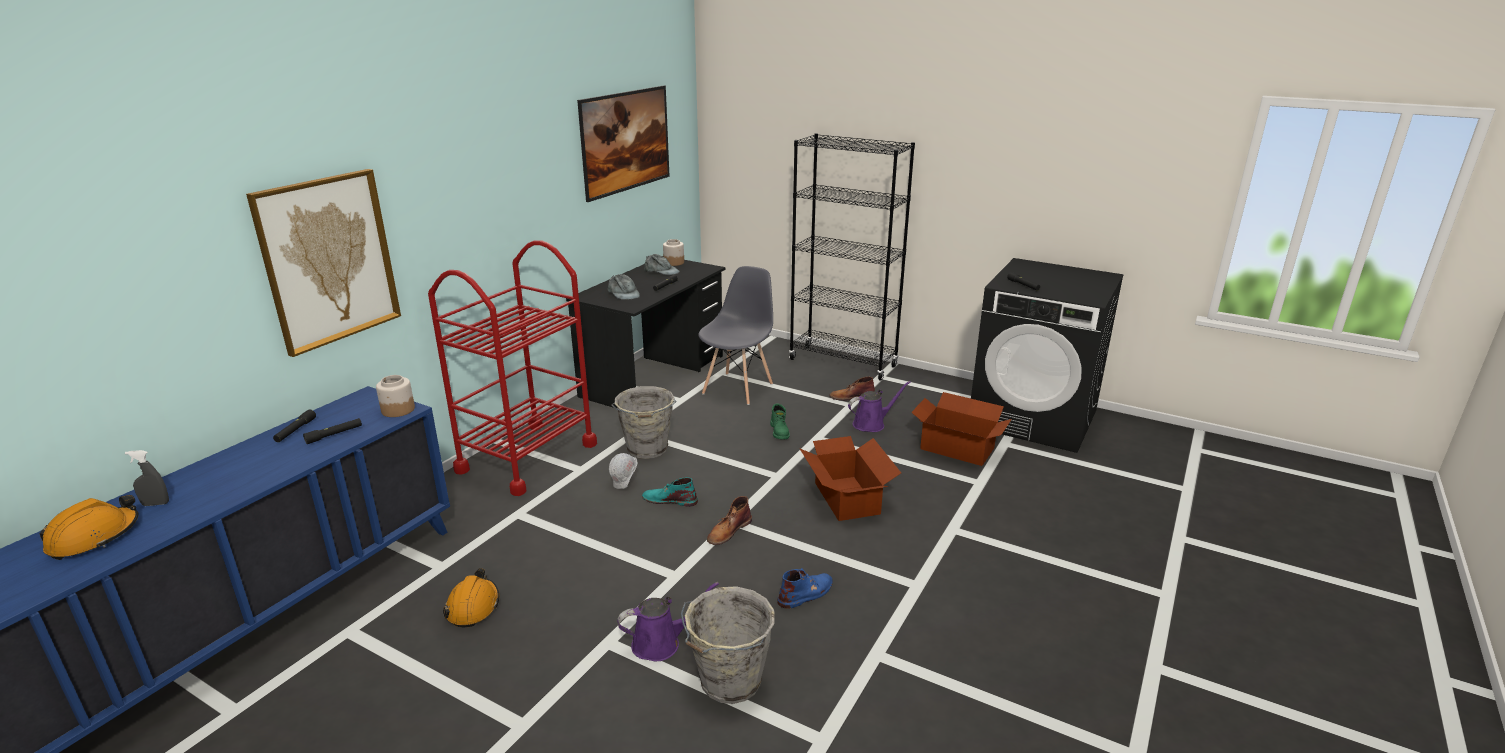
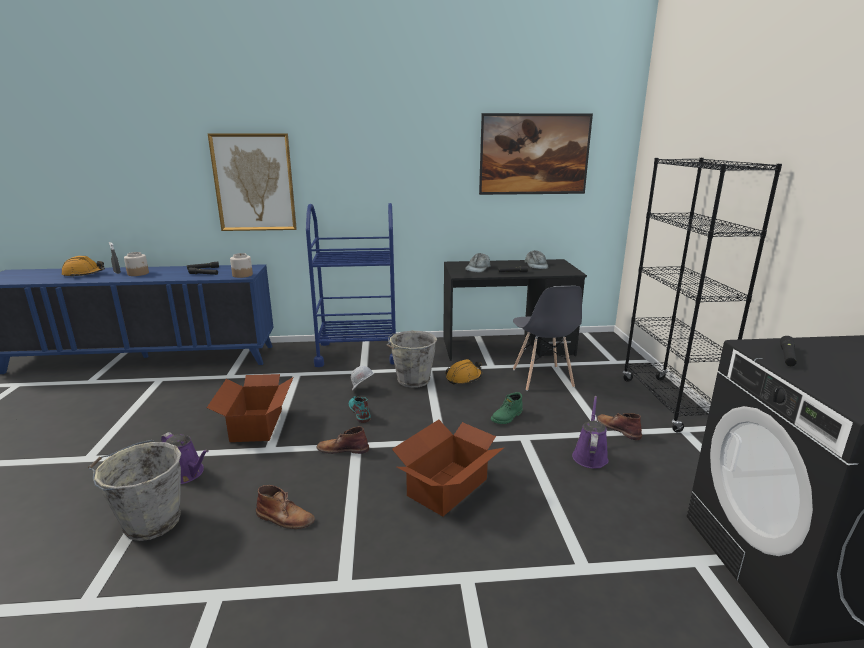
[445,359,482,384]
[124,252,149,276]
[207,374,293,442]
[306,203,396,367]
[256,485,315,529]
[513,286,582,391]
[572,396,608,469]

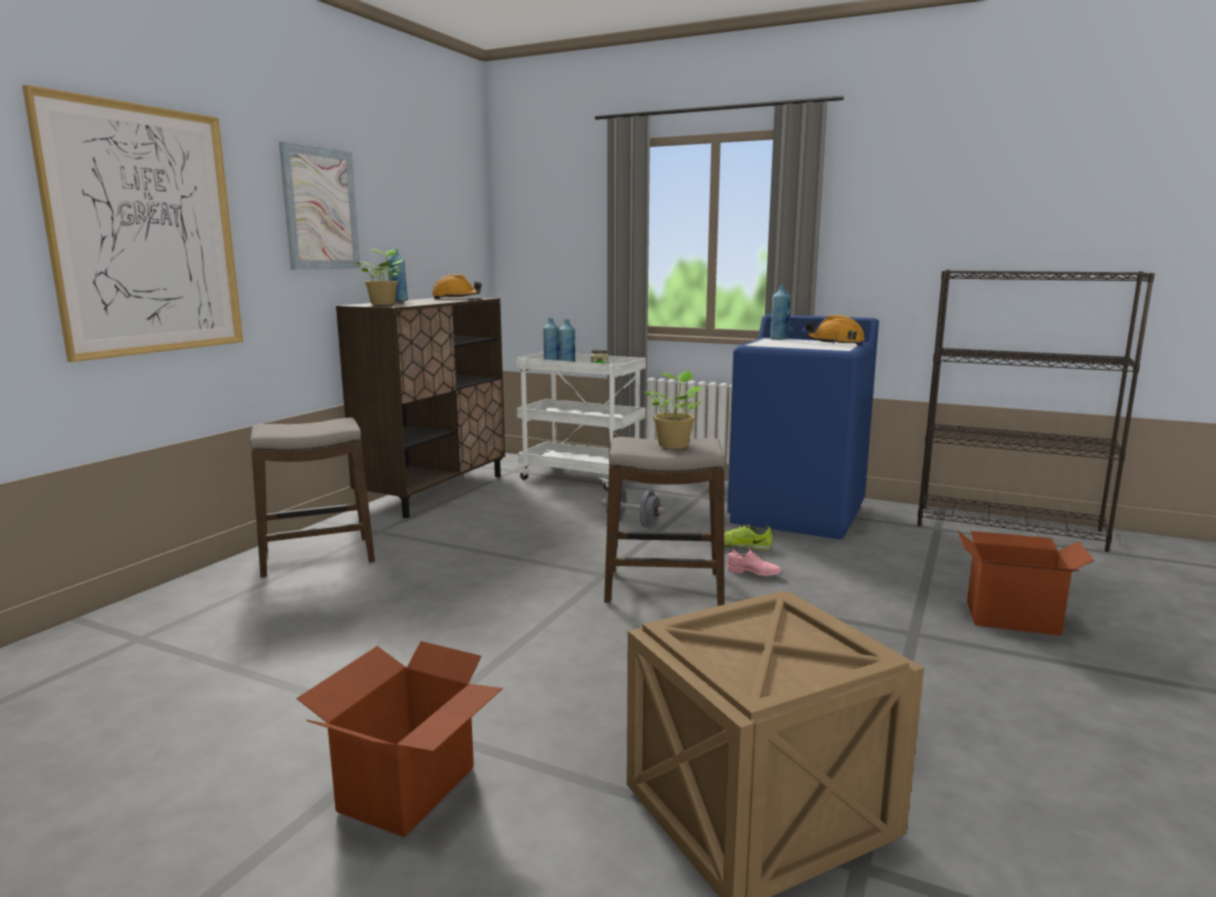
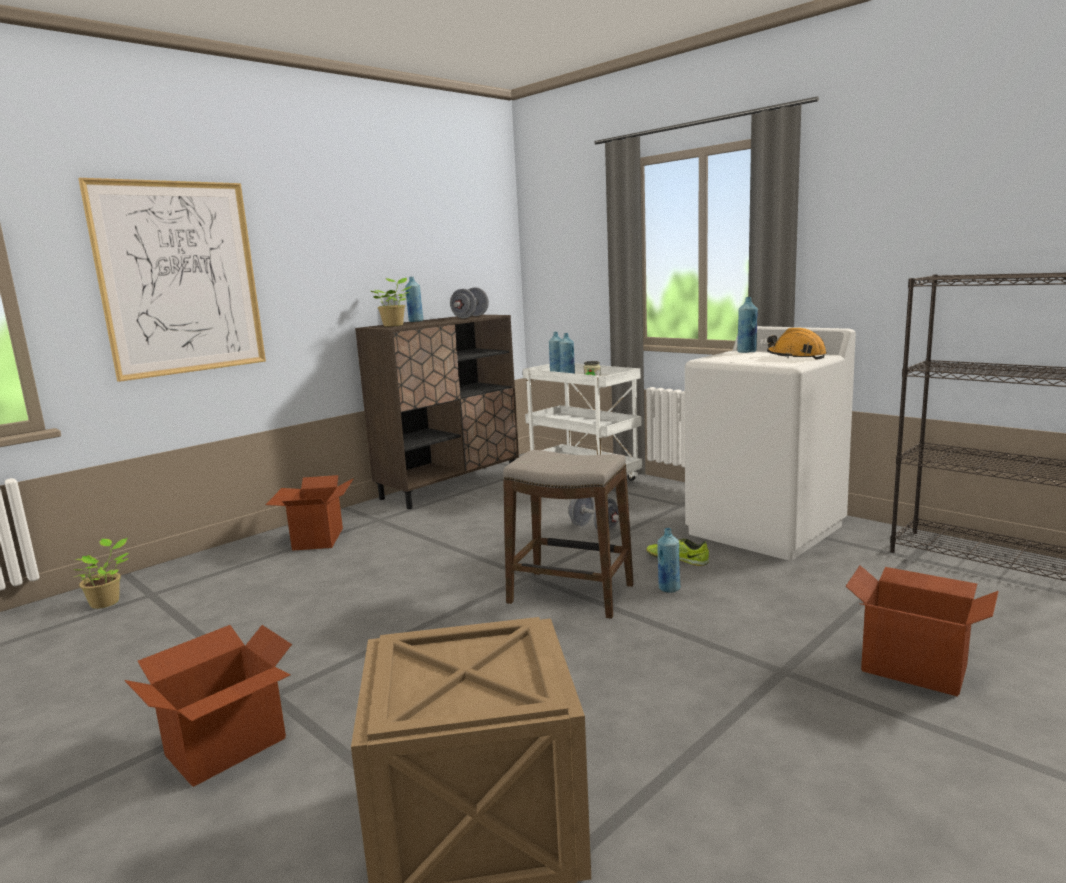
[279,142,360,270] (first image)
[74,538,129,609]
[266,475,354,551]
[450,287,489,318]
[657,528,681,593]
[685,326,856,560]

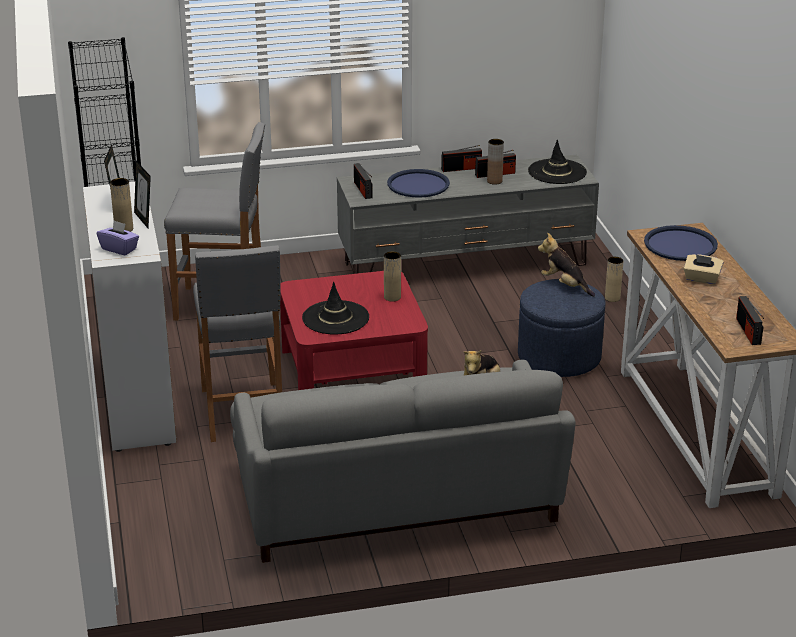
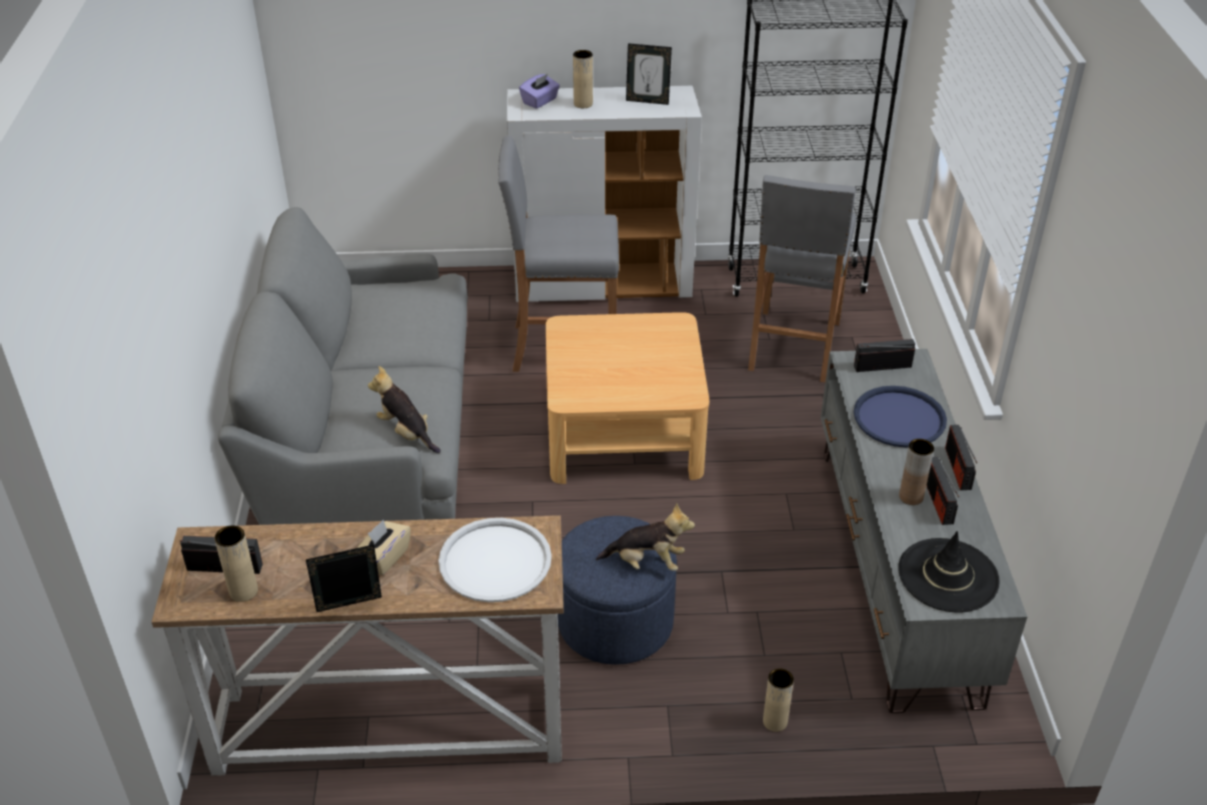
[302,282,369,335] (first image)
[306,545,382,612]
[214,525,258,602]
[546,312,709,484]
[438,518,552,602]
[596,503,695,571]

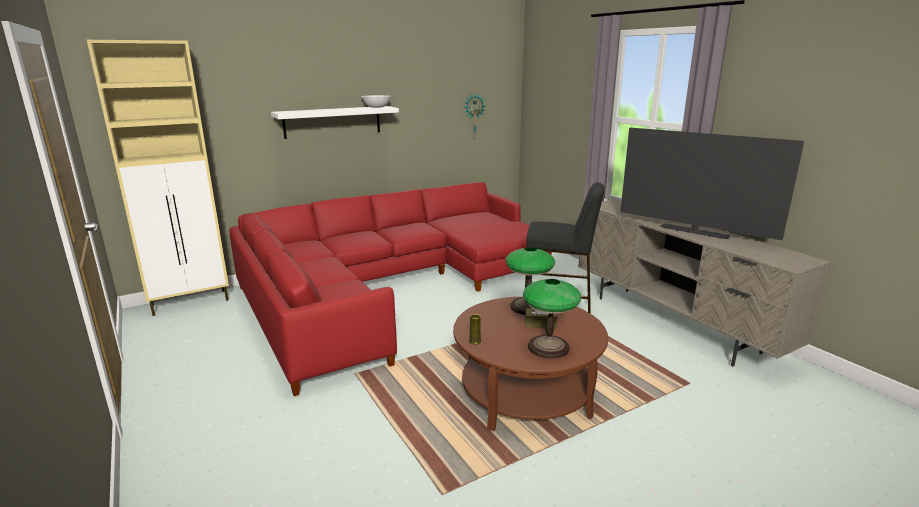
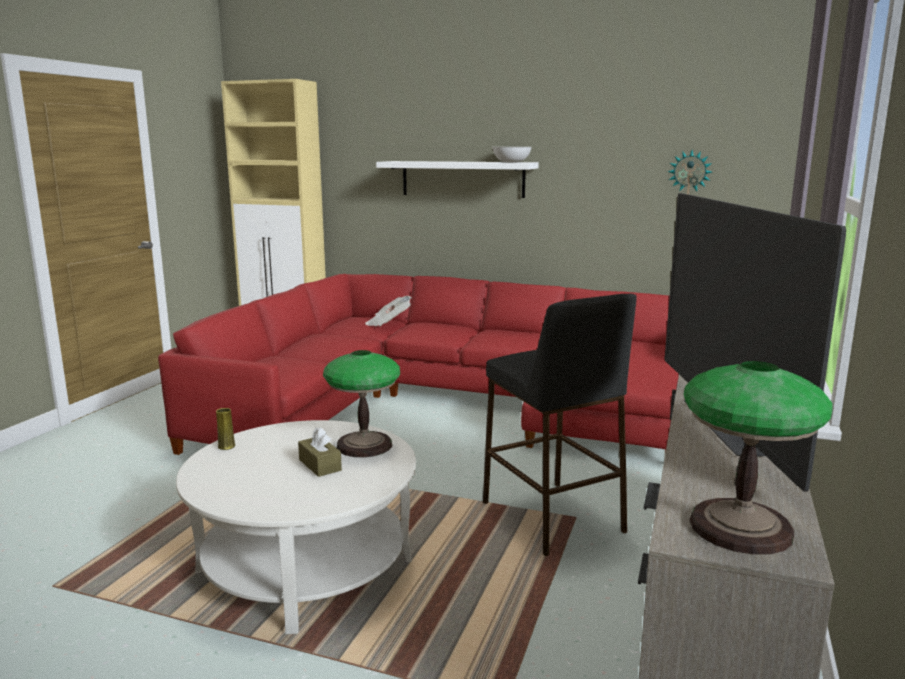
[365,296,412,326]
[684,361,833,555]
[176,420,416,634]

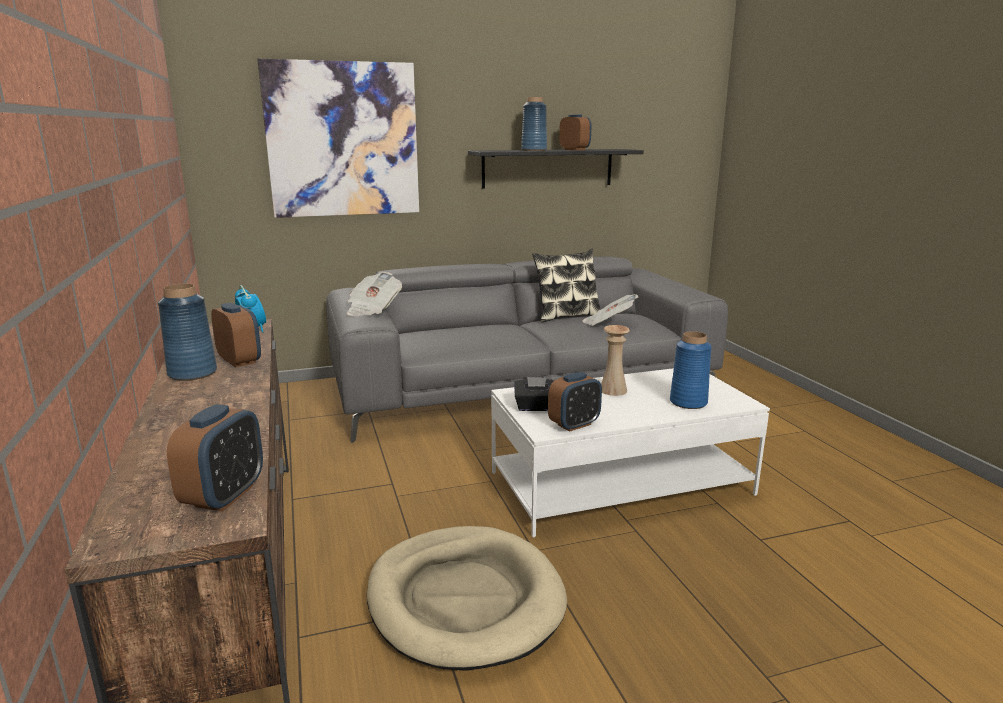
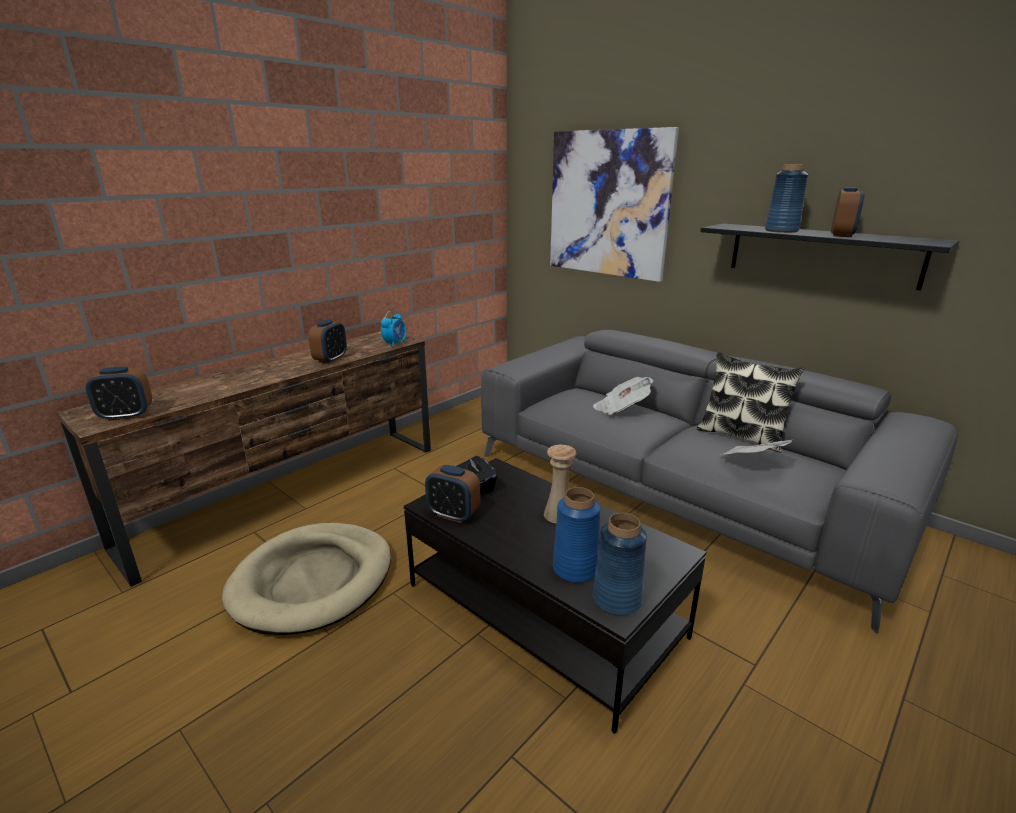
[593,513,647,616]
[593,377,654,415]
[404,458,706,734]

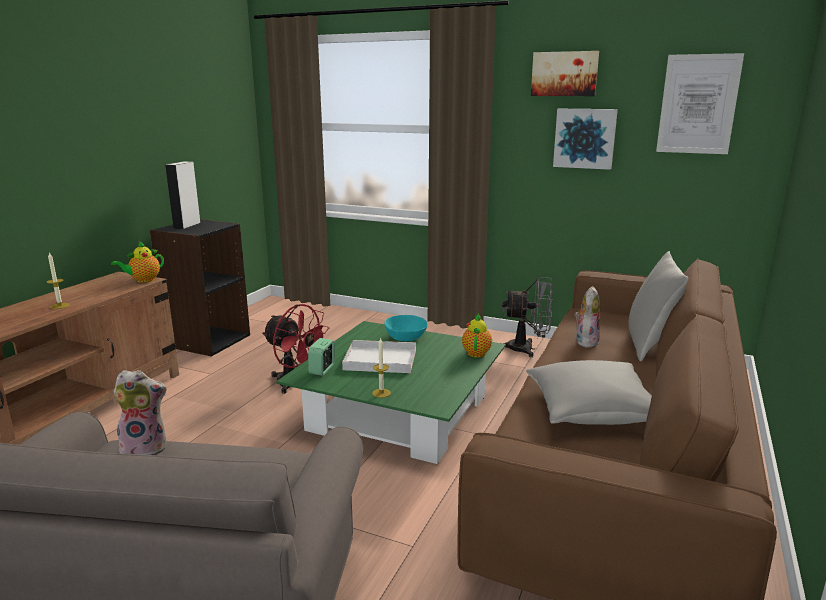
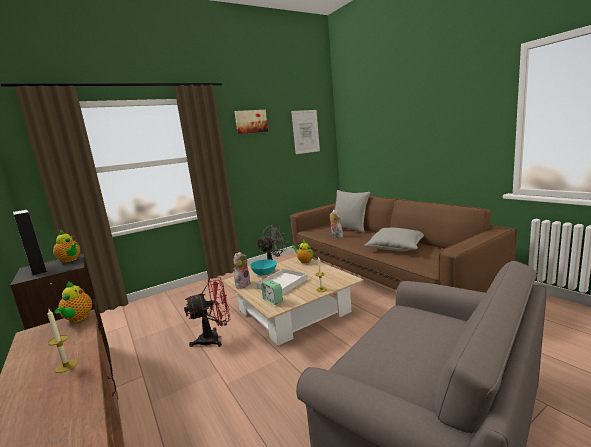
[553,109,618,170] (first image)
[53,230,80,263]
[233,252,251,289]
[223,257,364,346]

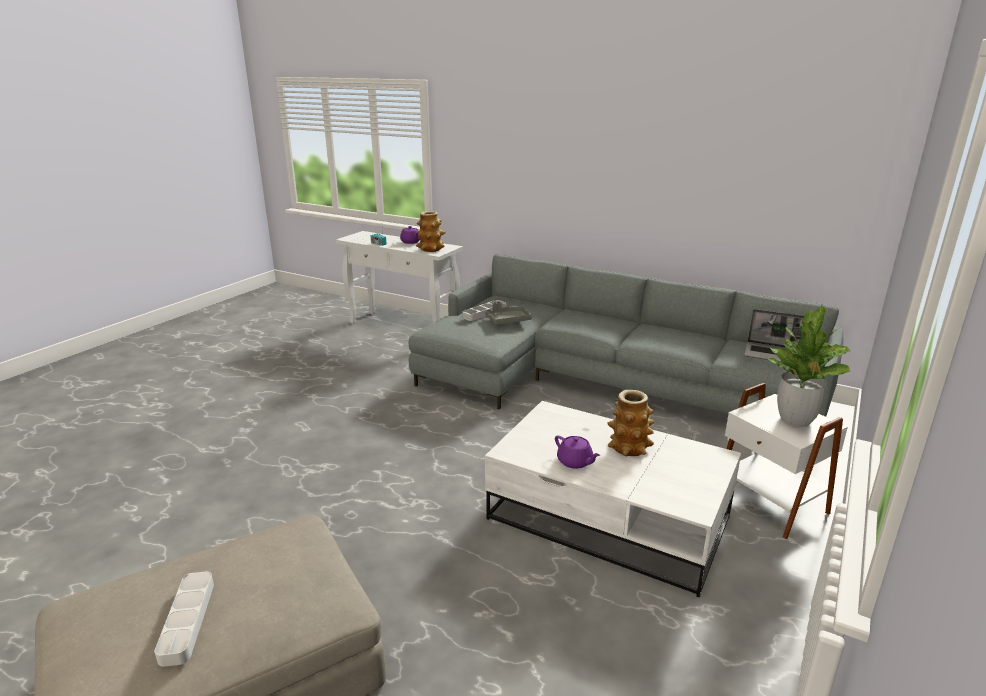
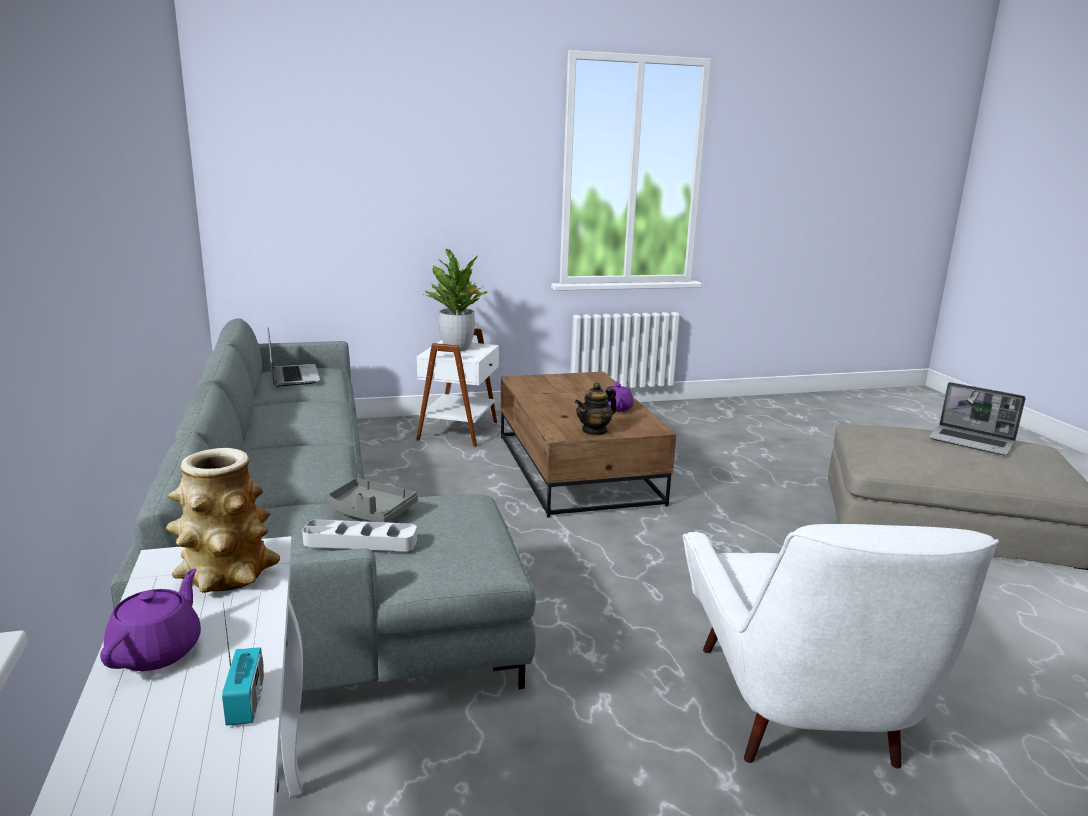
[607,390,654,456] (first image)
[575,382,617,436]
[683,524,999,769]
[929,382,1026,455]
[501,372,676,518]

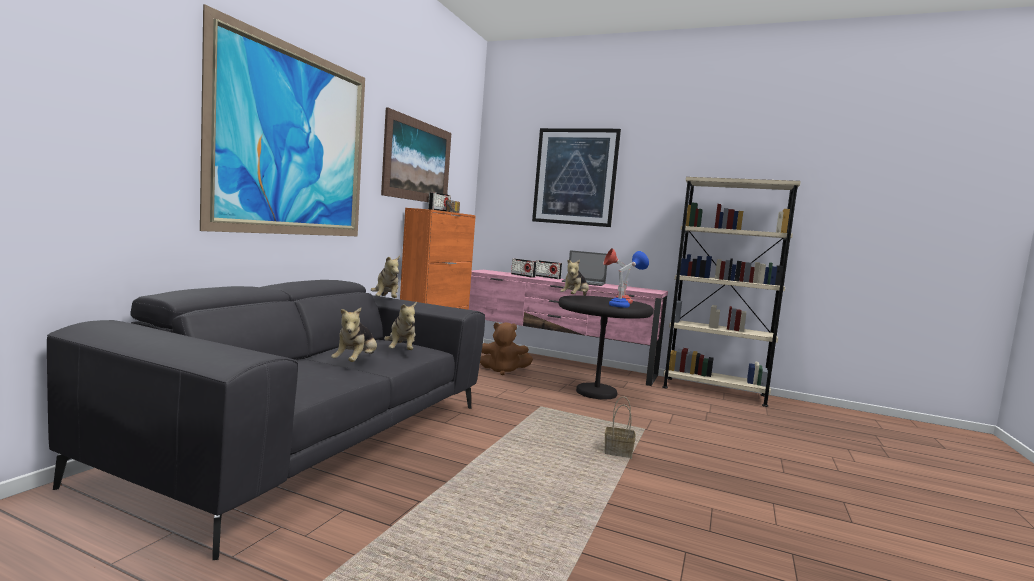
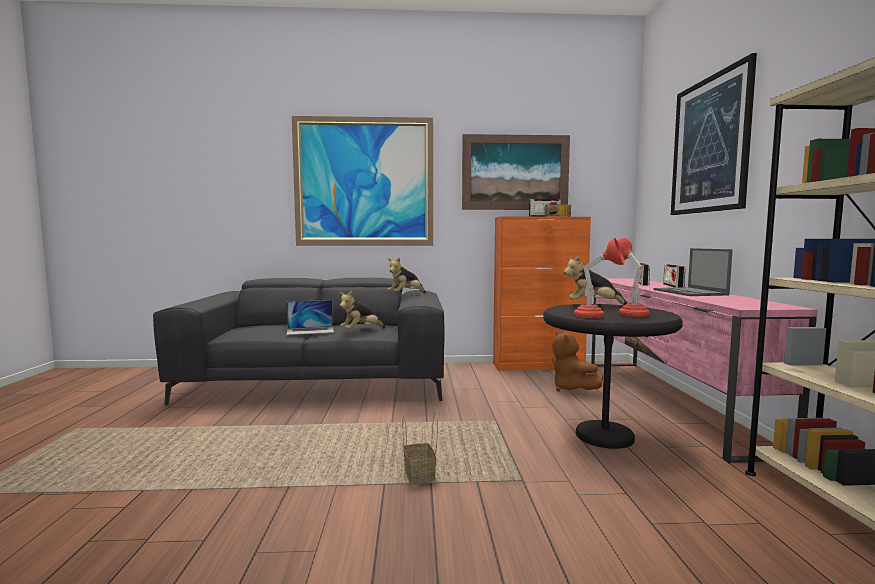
[286,300,334,335]
[574,238,625,318]

